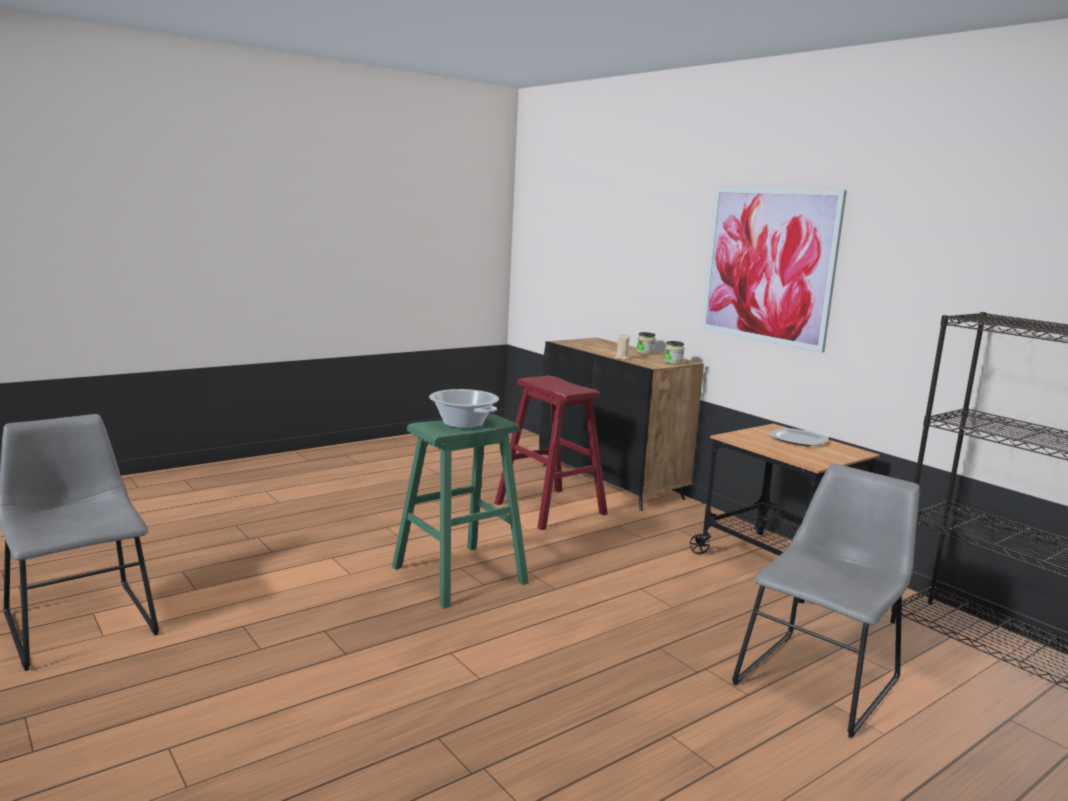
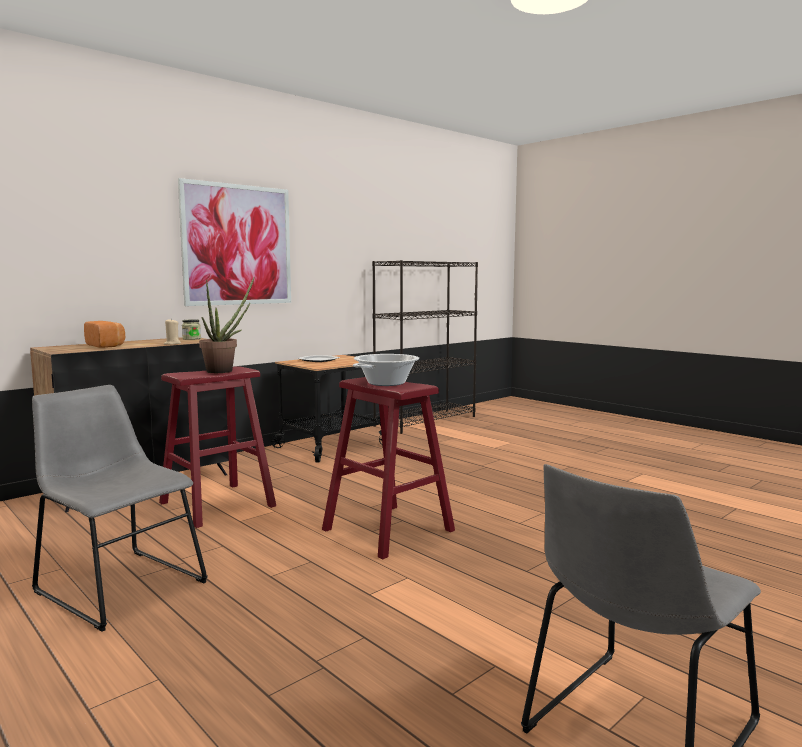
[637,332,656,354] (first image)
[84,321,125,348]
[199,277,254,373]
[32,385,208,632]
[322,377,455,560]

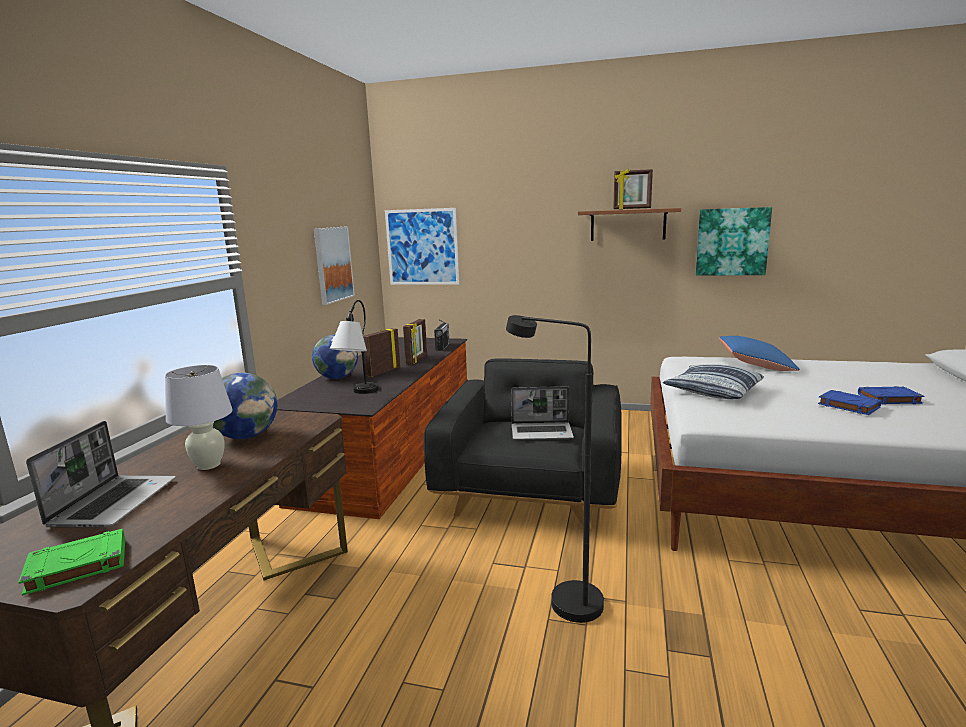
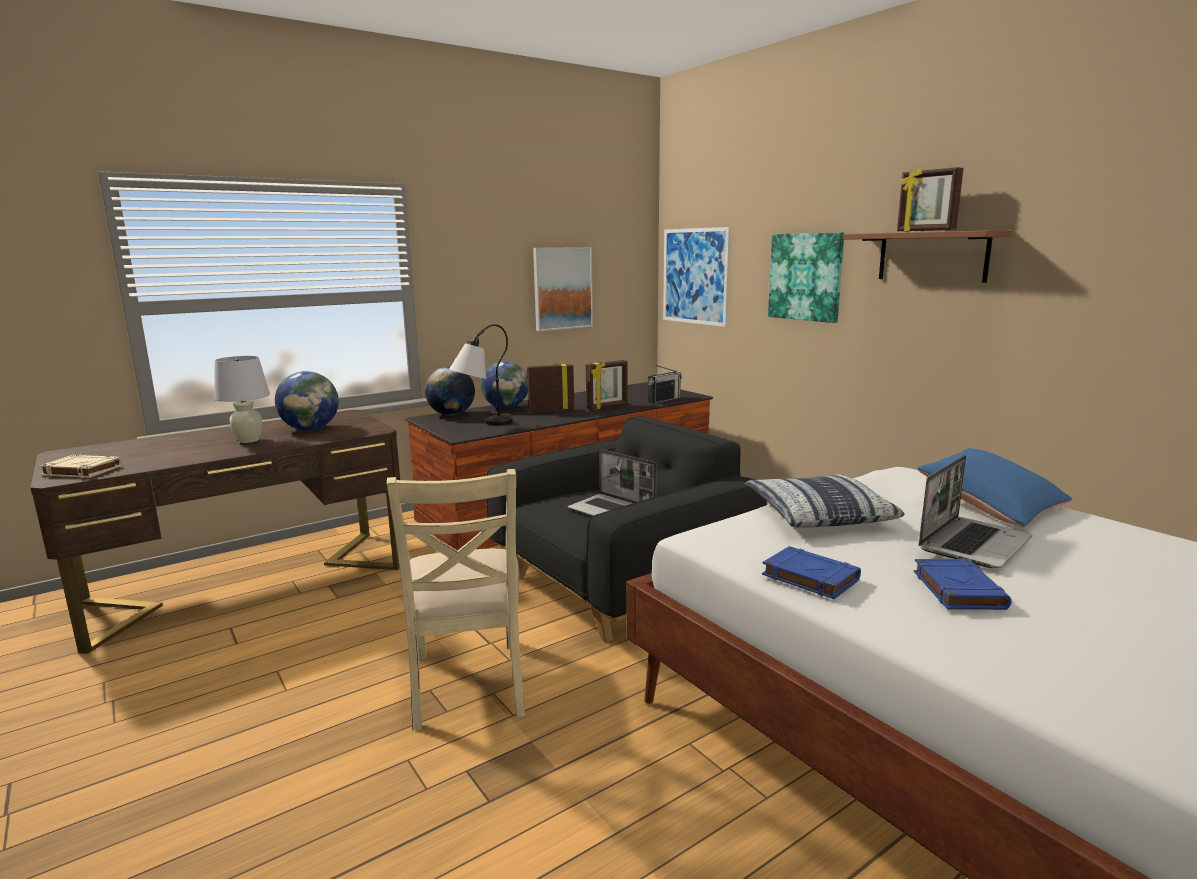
[425,366,475,415]
[919,455,1032,568]
[768,232,844,323]
[762,546,861,599]
[387,469,525,731]
[39,455,122,478]

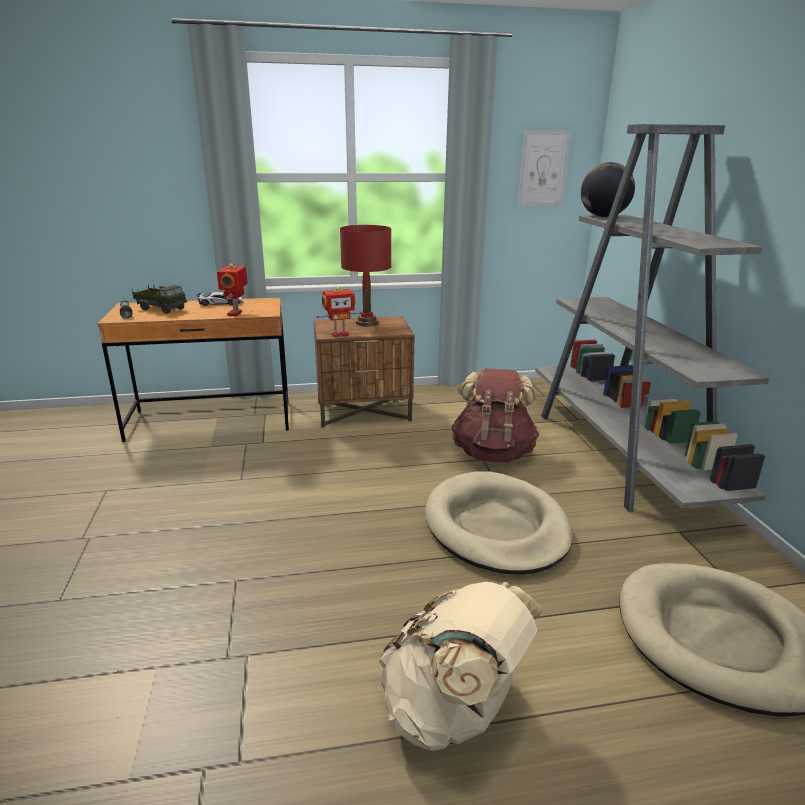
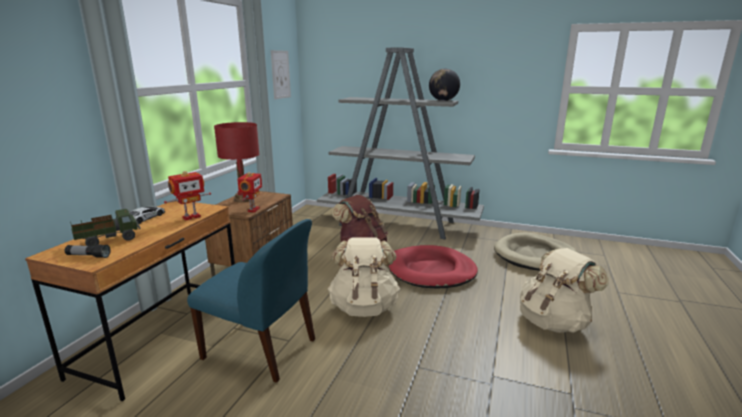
[187,219,315,383]
[328,237,400,317]
[429,68,460,101]
[388,245,478,288]
[164,171,211,220]

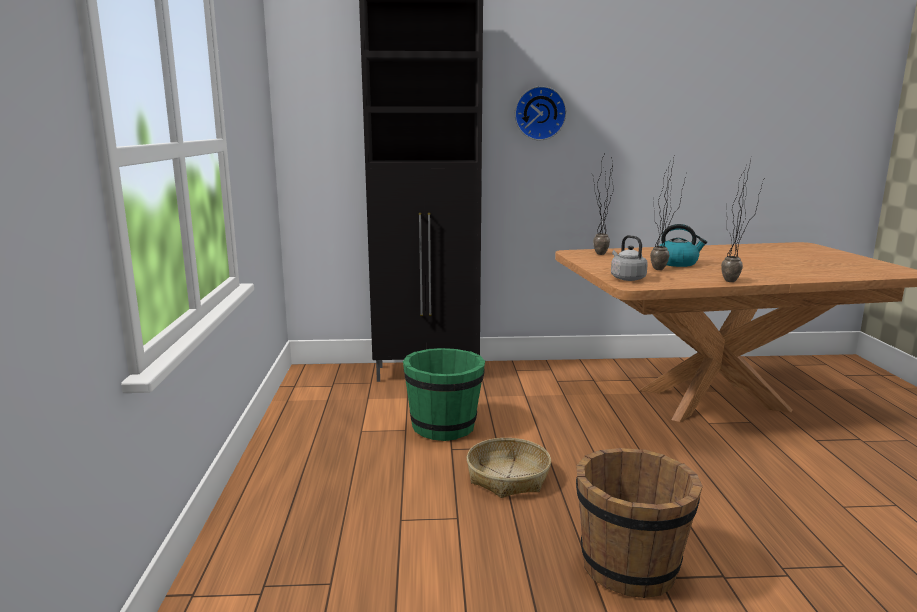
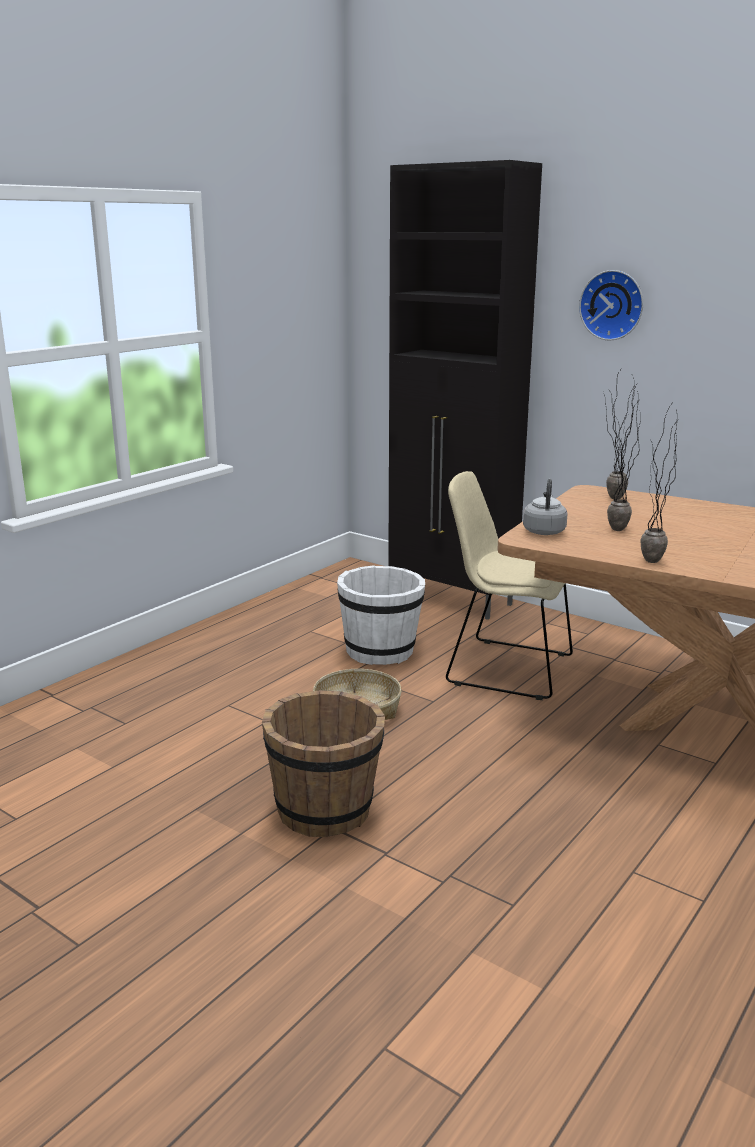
[660,224,707,267] (first image)
[446,471,573,700]
[337,565,425,665]

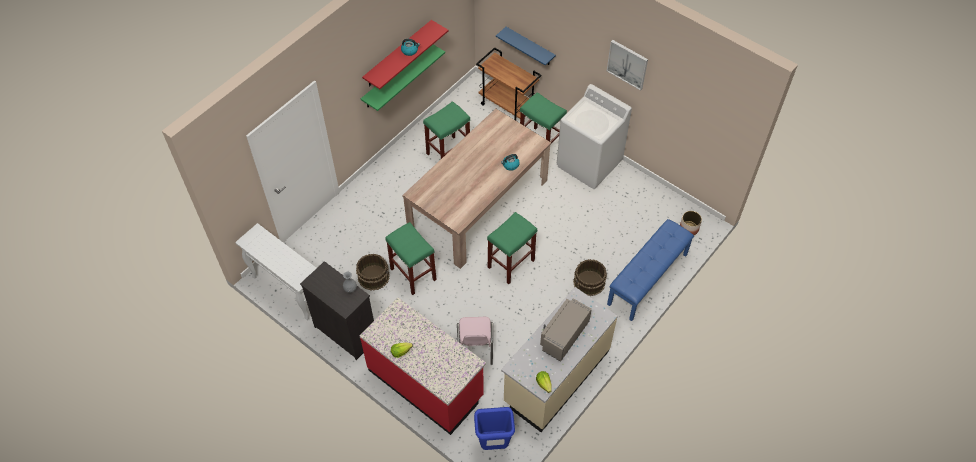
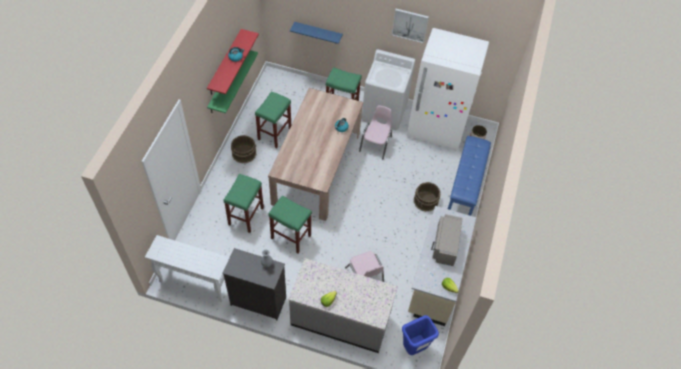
[476,47,542,120] (first image)
[359,105,392,159]
[407,28,489,150]
[231,135,256,163]
[224,174,264,233]
[288,258,398,353]

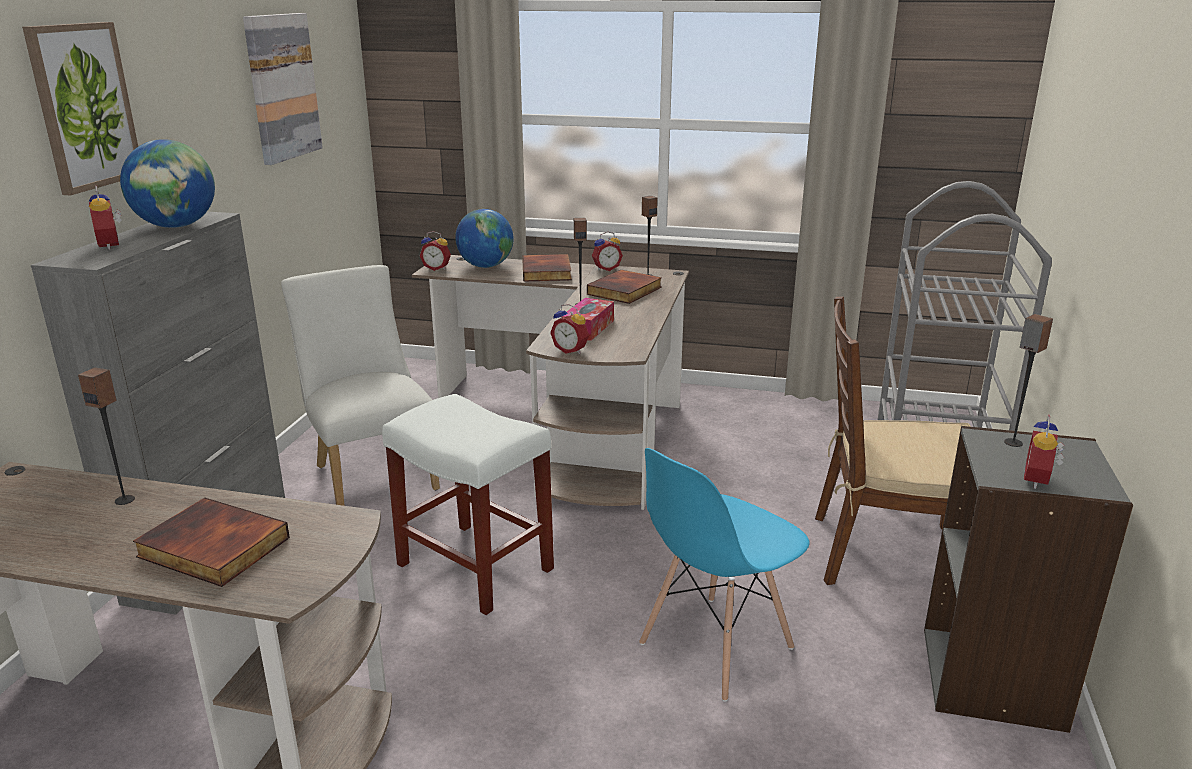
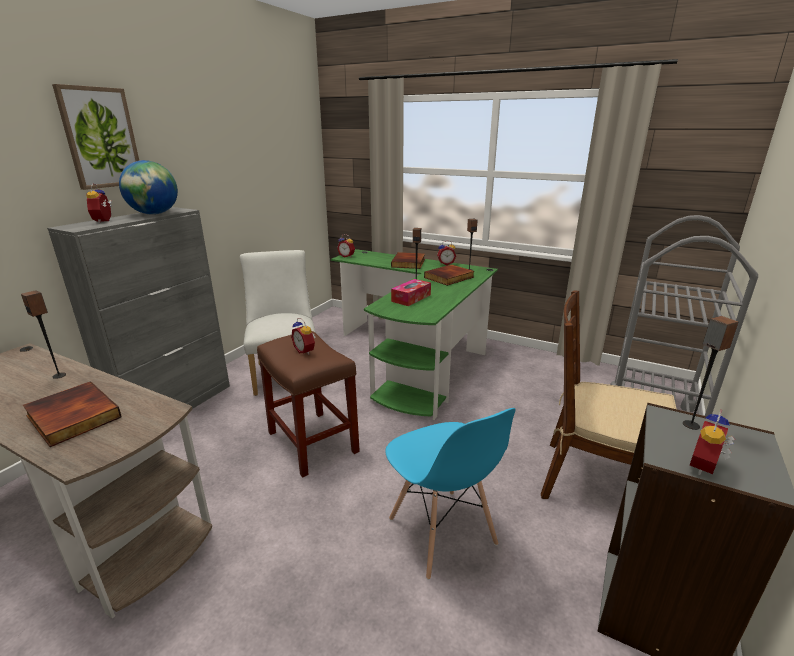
[243,13,323,165] (first image)
[455,209,514,268] (first image)
[291,318,316,355]
[257,331,360,478]
[331,249,498,420]
[385,408,516,580]

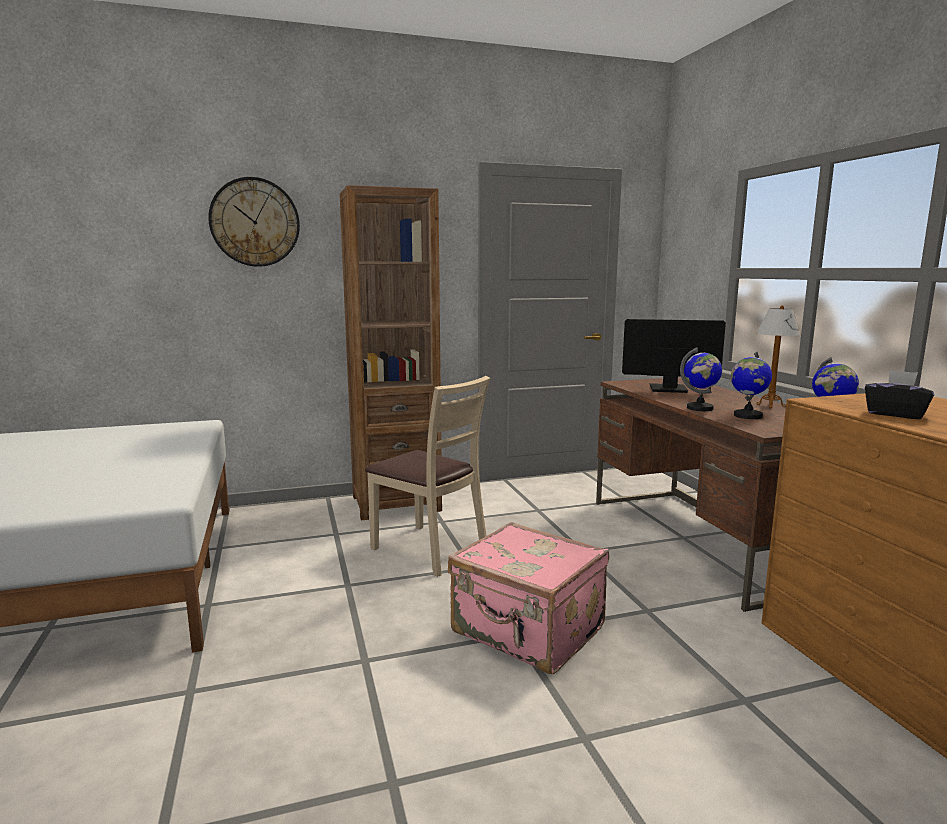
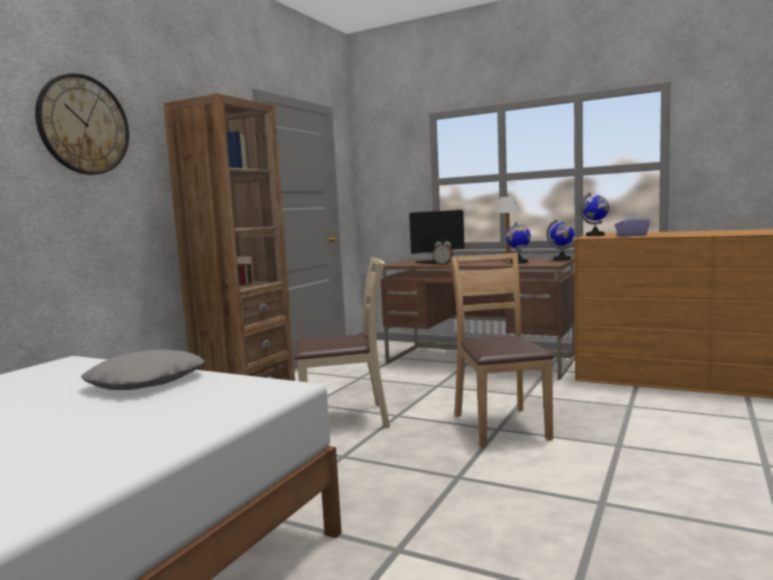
[81,349,205,390]
[433,238,453,265]
[580,192,609,236]
[450,253,555,447]
[614,213,650,236]

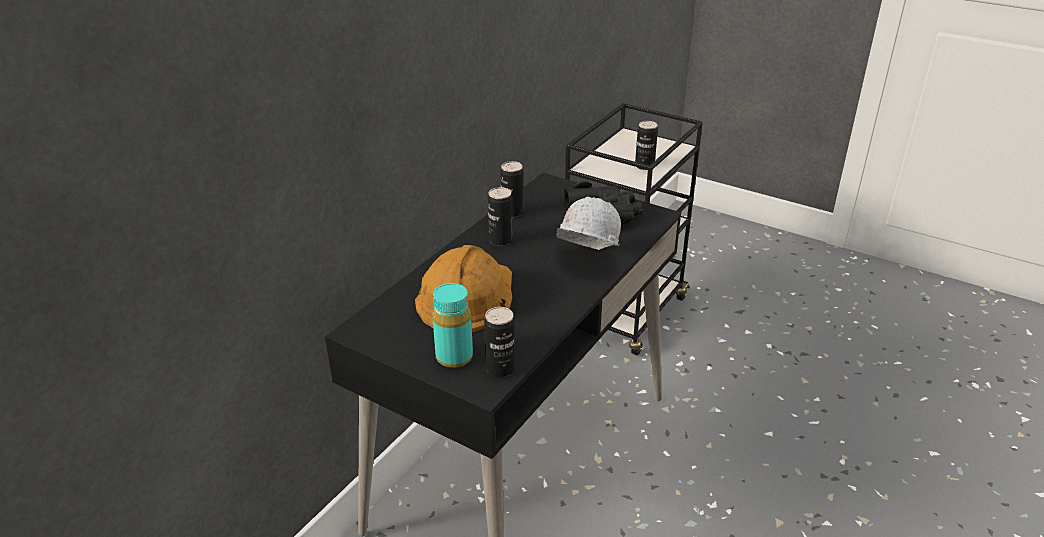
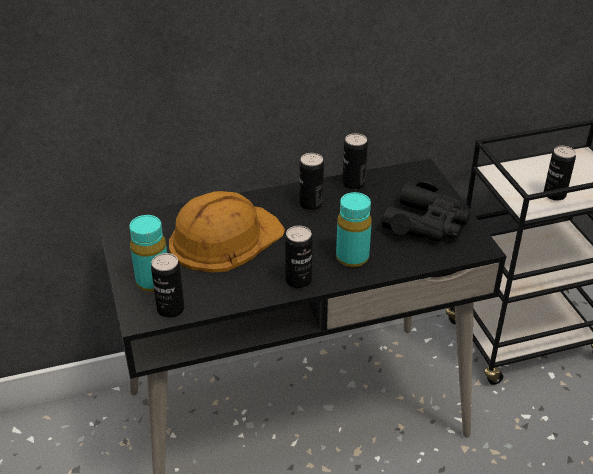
[285,226,312,288]
[336,192,372,267]

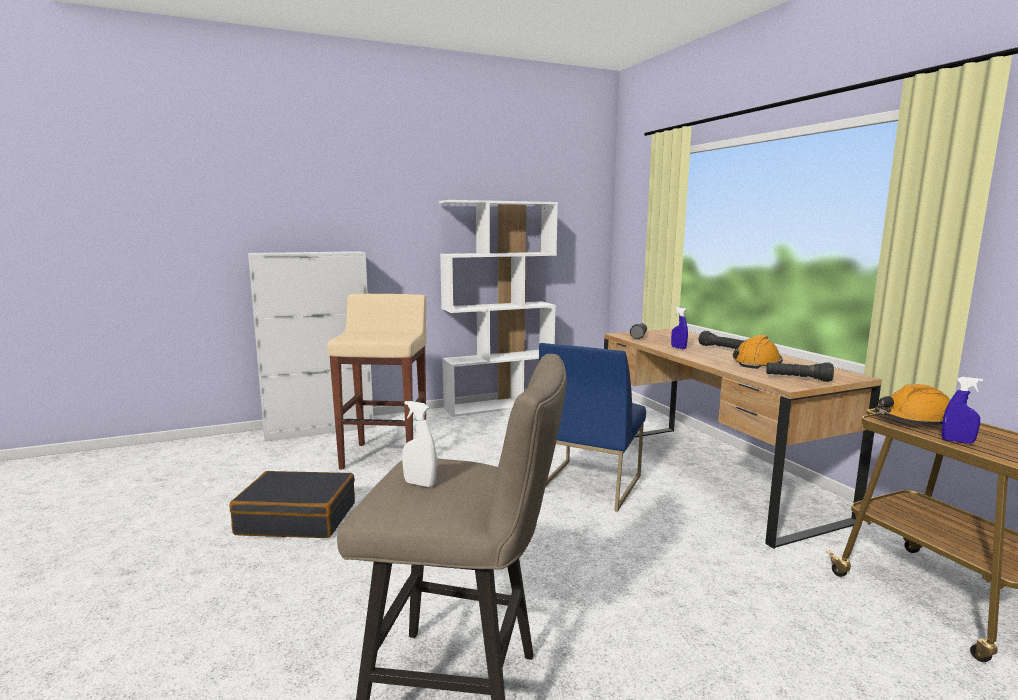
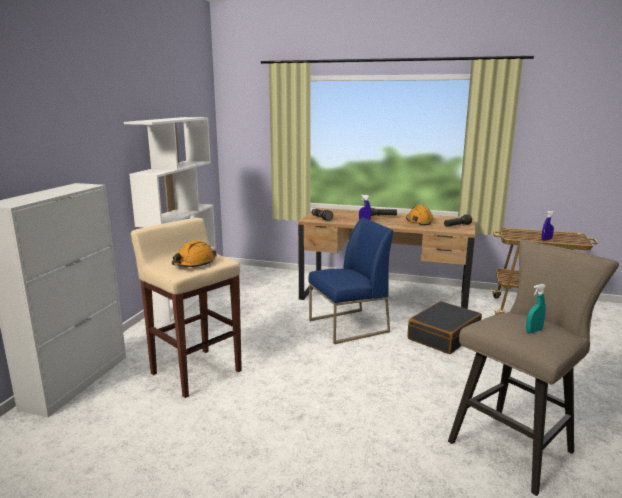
[408,301,482,354]
[172,240,217,267]
[526,284,546,333]
[308,217,393,344]

